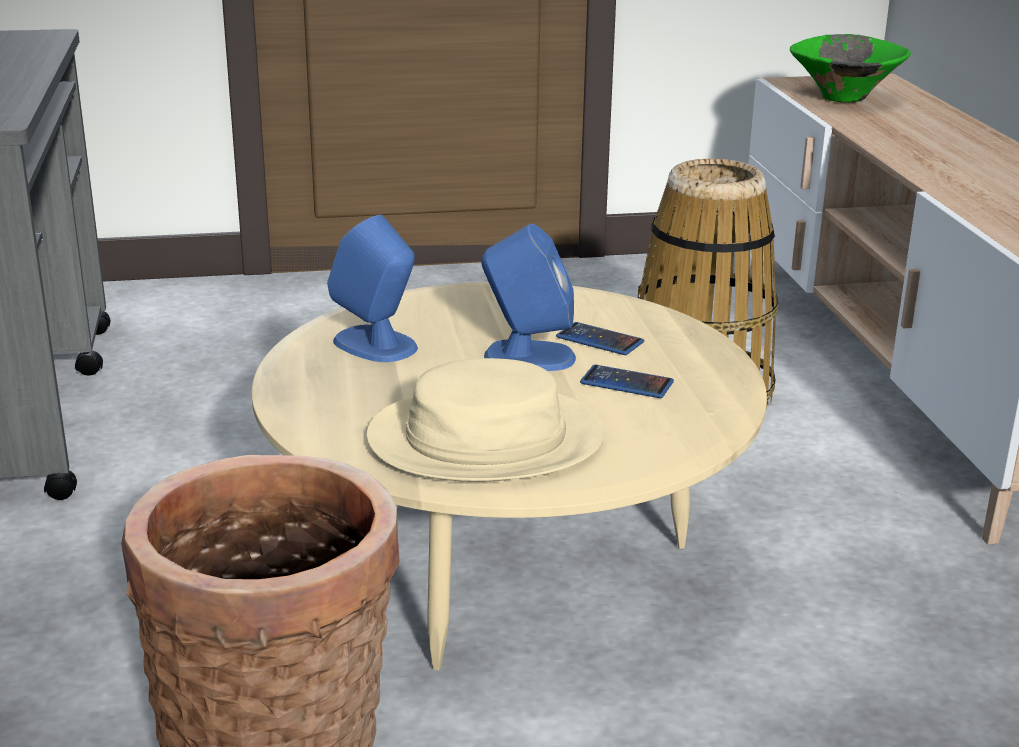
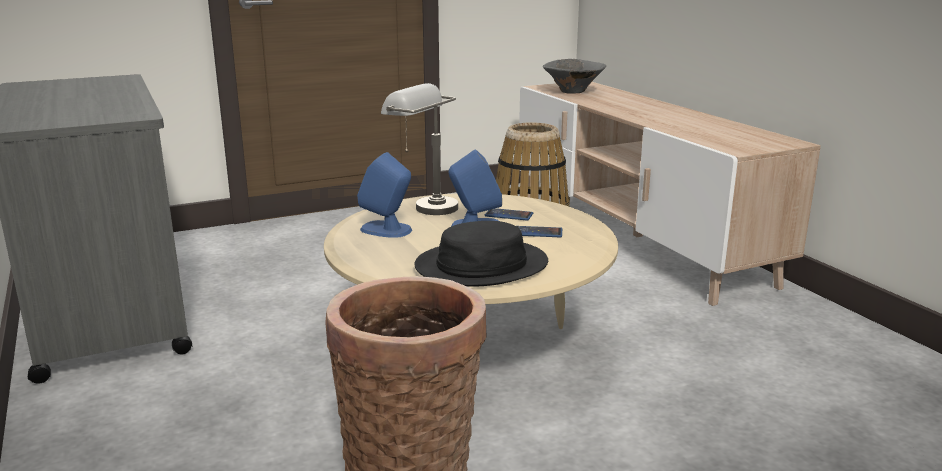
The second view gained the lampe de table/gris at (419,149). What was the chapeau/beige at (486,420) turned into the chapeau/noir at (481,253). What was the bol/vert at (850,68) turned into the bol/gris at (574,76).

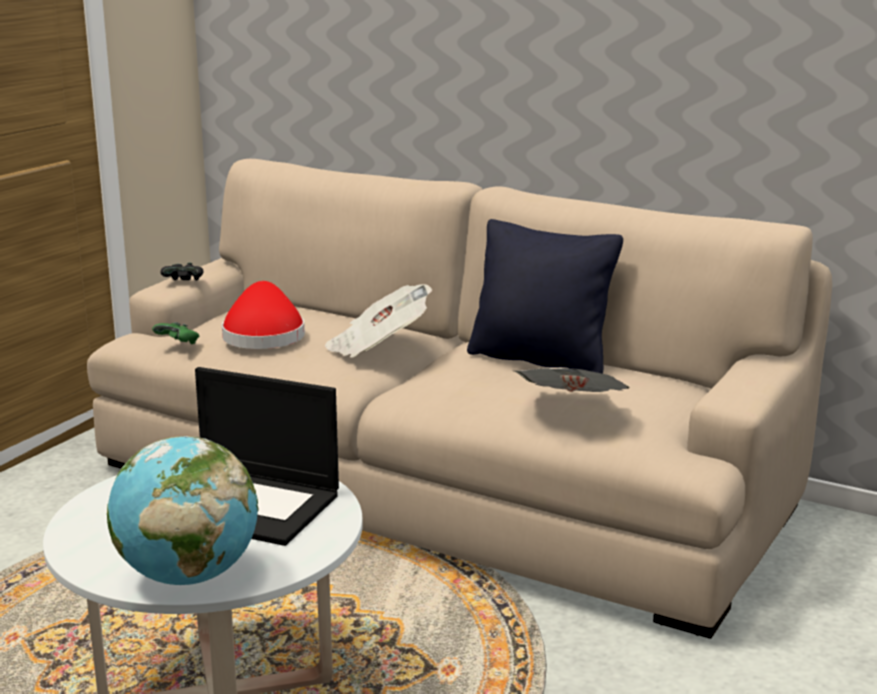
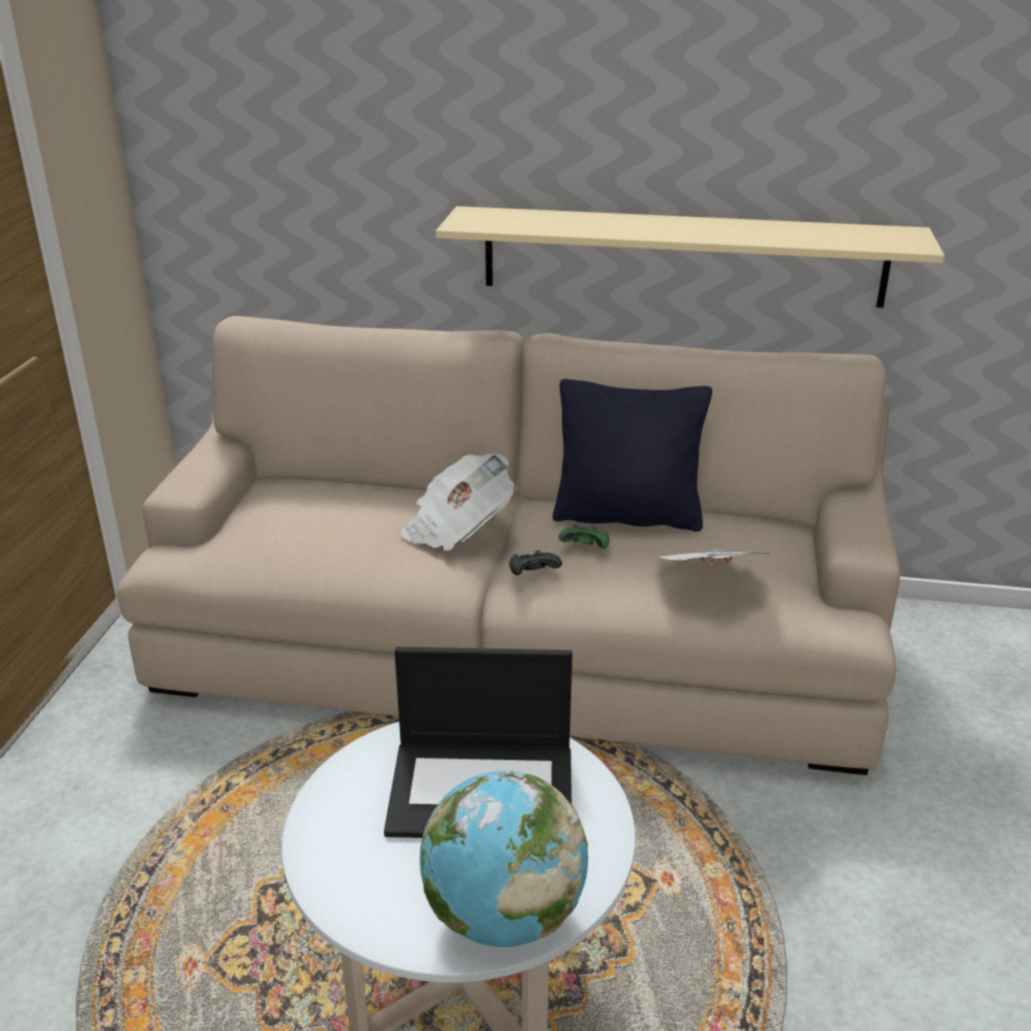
The second view lost the chapeau/rouge at (263,315). The second view gained the étagère/beige at (690,257). The manette/vert ended up elsewhere, having gone from (175,333) to (584,536). The manette/noir ended up elsewhere, having gone from (181,272) to (535,562).

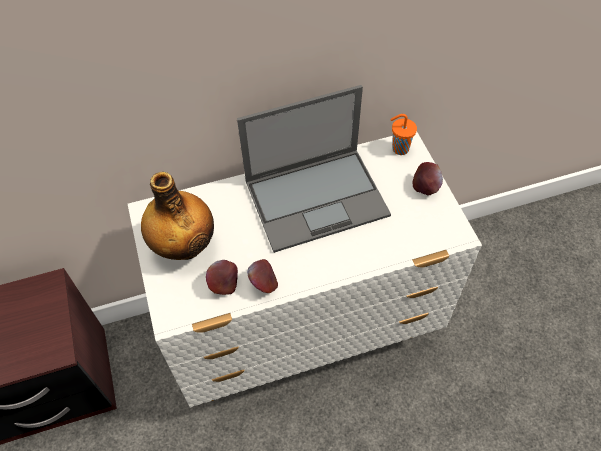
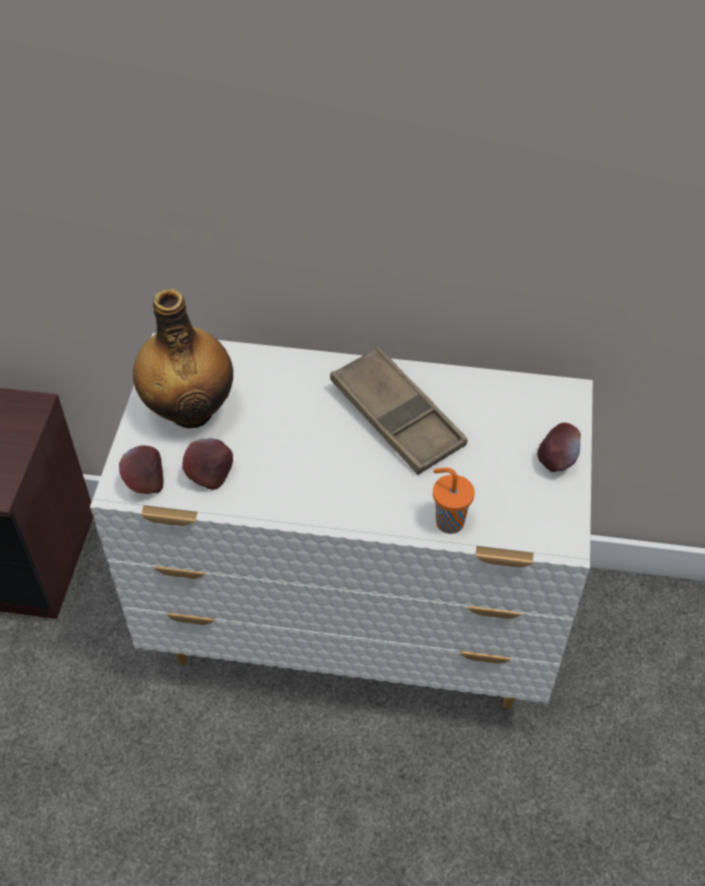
The pomme ended up elsewhere, having gone from (262,276) to (141,469). The tasse/orange ended up elsewhere, having gone from (403,134) to (454,500). Where the ordinateur portable stood at (314,169), the plateau/marron came to stand at (398,411).

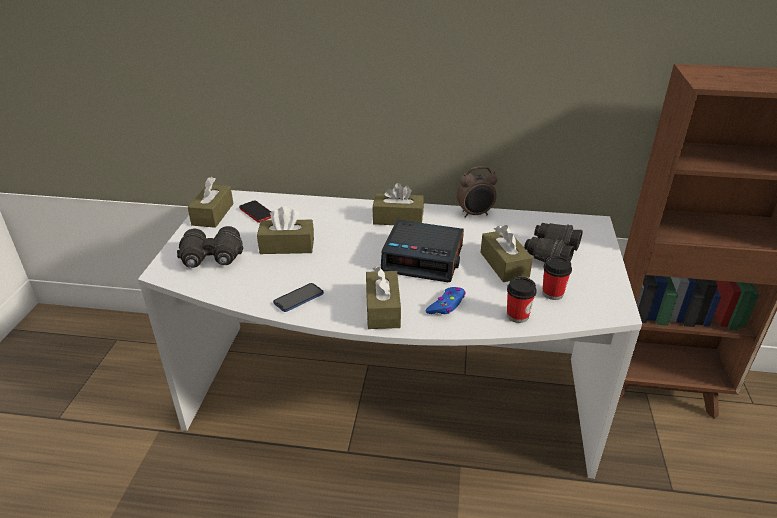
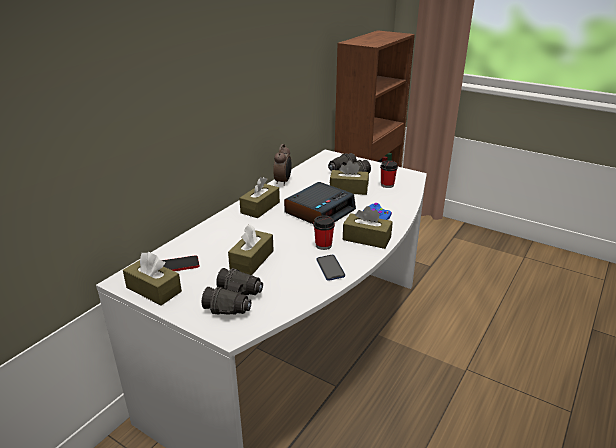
The tasse ended up elsewhere, having gone from (522,300) to (324,232).

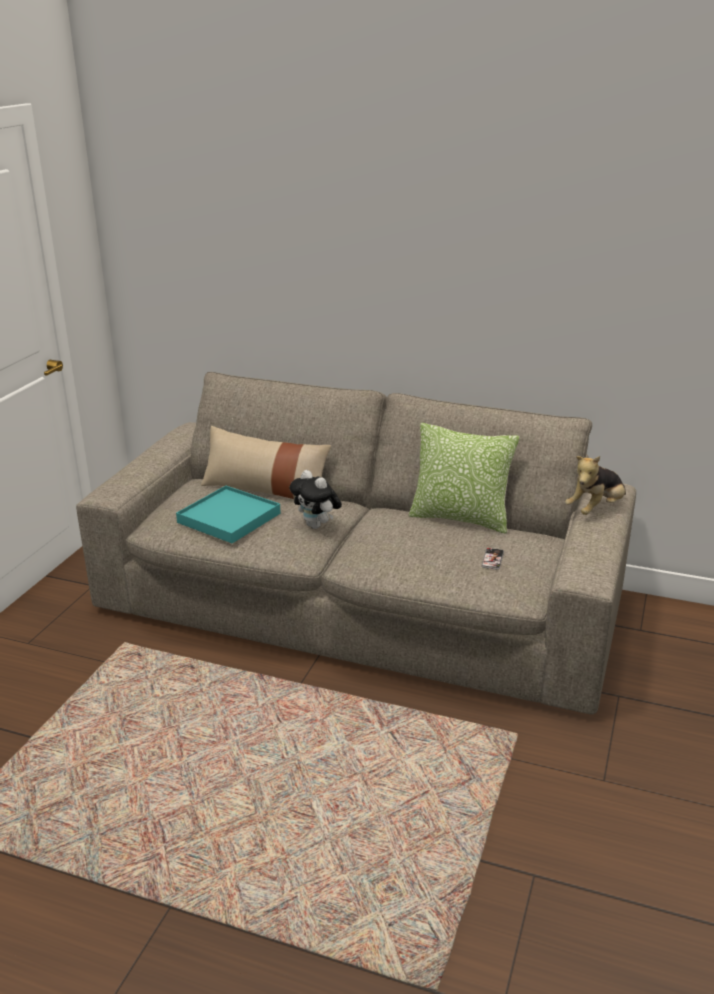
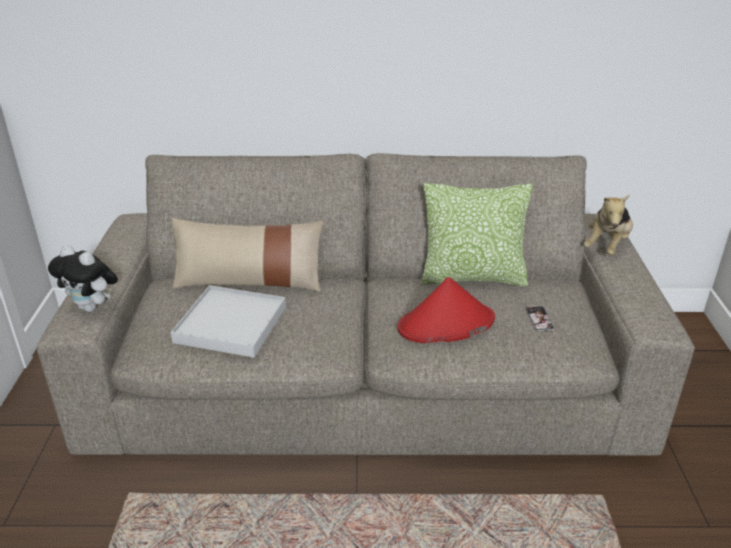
The second view gained the chapeau/rouge at (446,310). The peluche ended up elsewhere, having gone from (315,499) to (83,278). What was the plateau/turquoise at (228,514) turned into the plateau/blanc at (228,321).

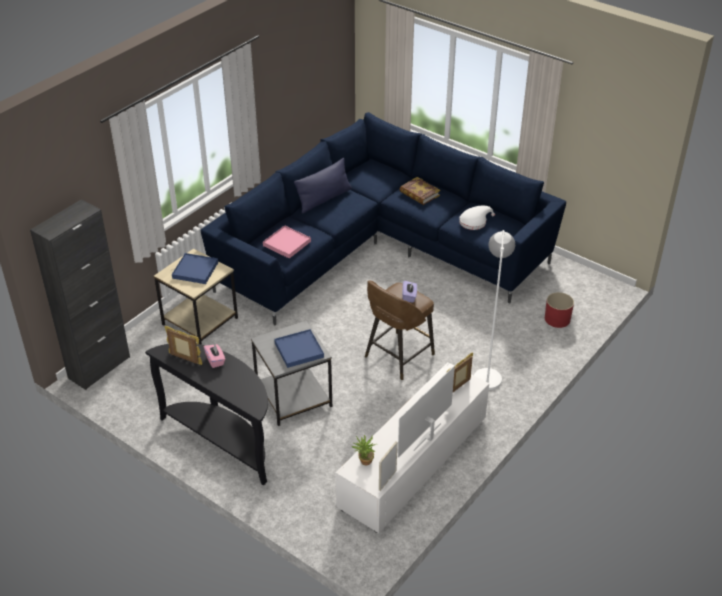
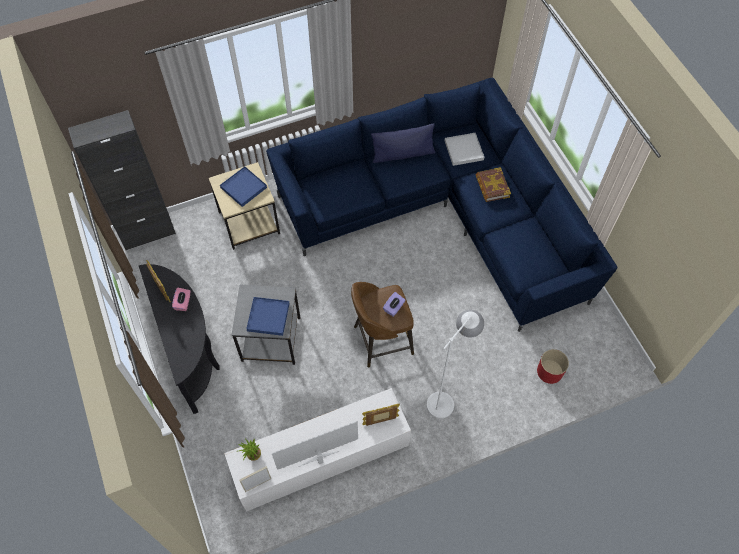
The second view lost the plateau/rose at (287,242). The second view lost the chapeau/blanc at (477,218). The second view gained the plateau/blanc at (464,149).

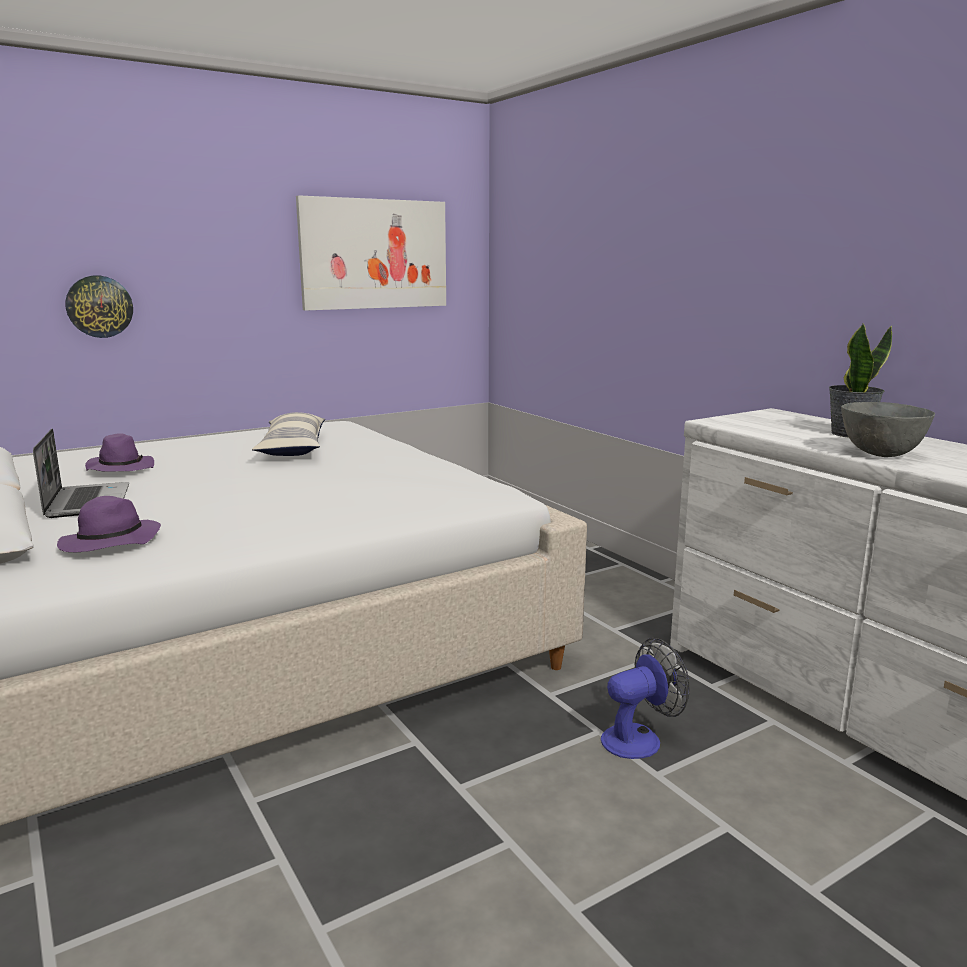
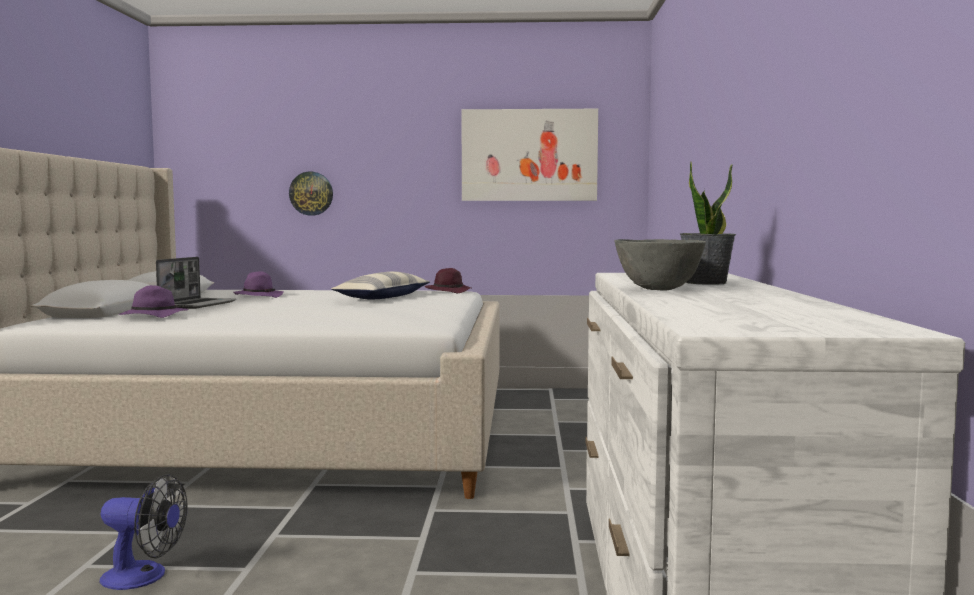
The second view gained the chapeau/violet at (448,280). The ventilateur ended up elsewhere, having gone from (645,698) to (144,532).

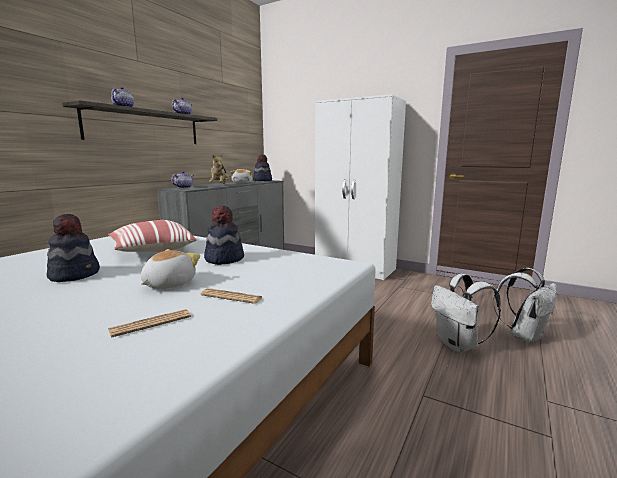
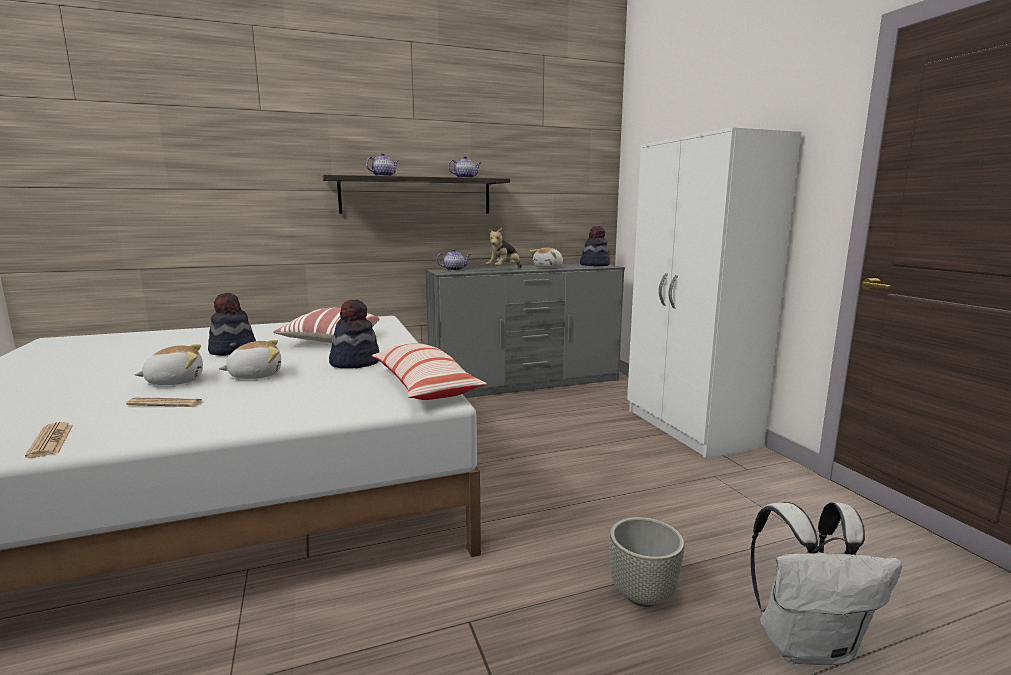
The second view gained the peluche at (168,364). The second view gained the coussin at (429,371). The journal ended up elsewhere, having gone from (231,296) to (49,440). Where the sac à dos/blanc stood at (466,313), the cache-pot/gris came to stand at (646,562).

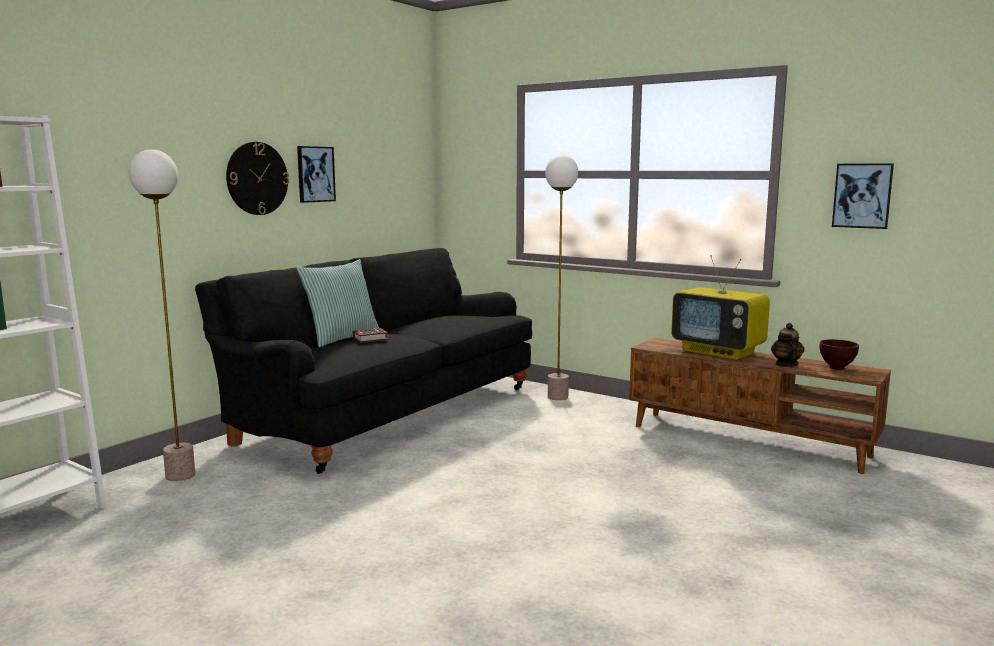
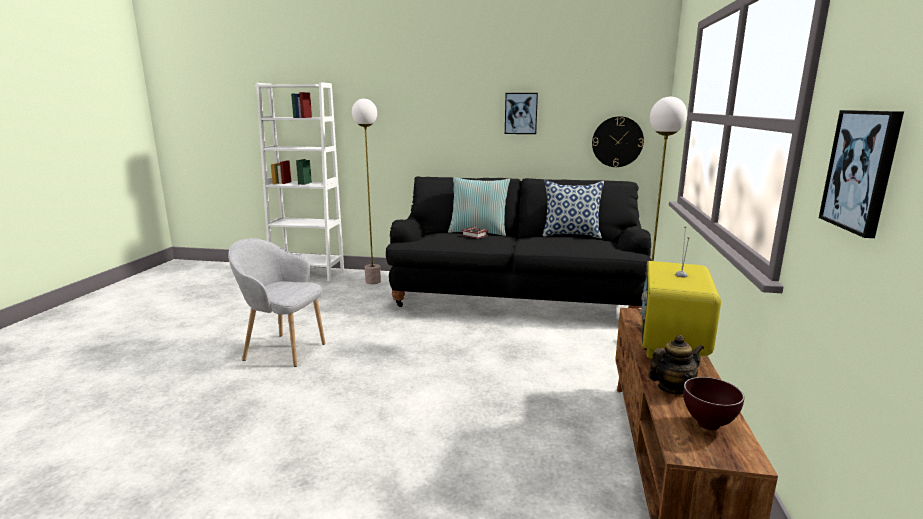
The second view gained the fauteuil/gris at (277,302). The second view gained the coussin at (573,209). The horloge murale ended up elsewhere, having gone from (257,178) to (618,141).

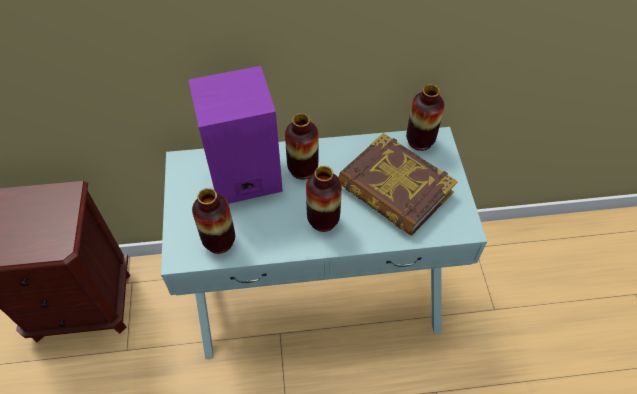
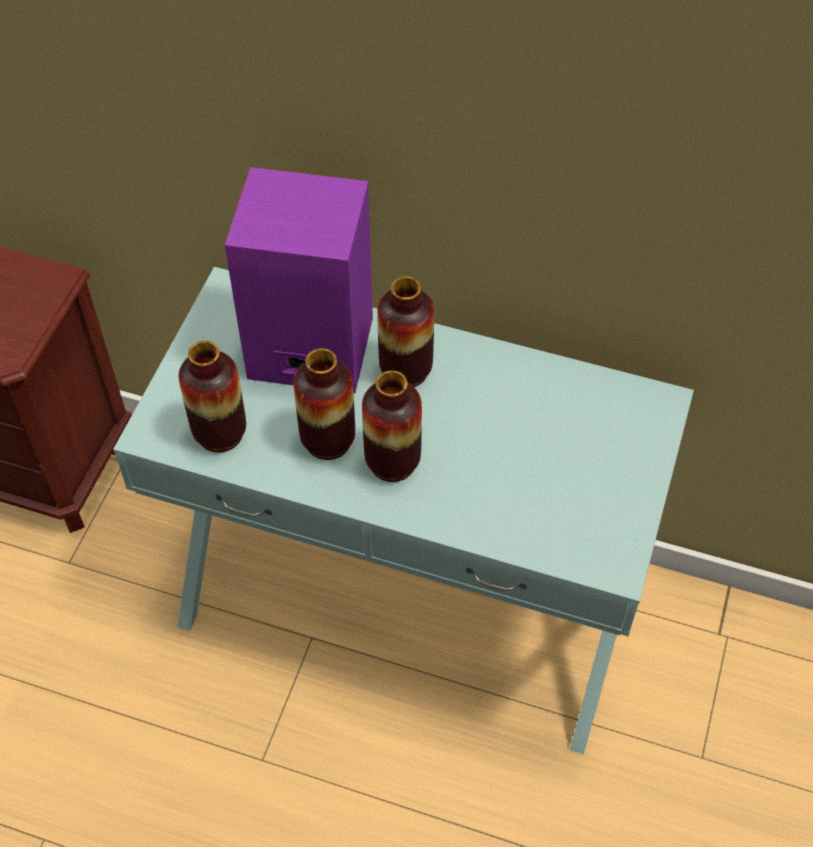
The second view lost the livre at (398,184). The vase ended up elsewhere, having gone from (425,117) to (324,404).

